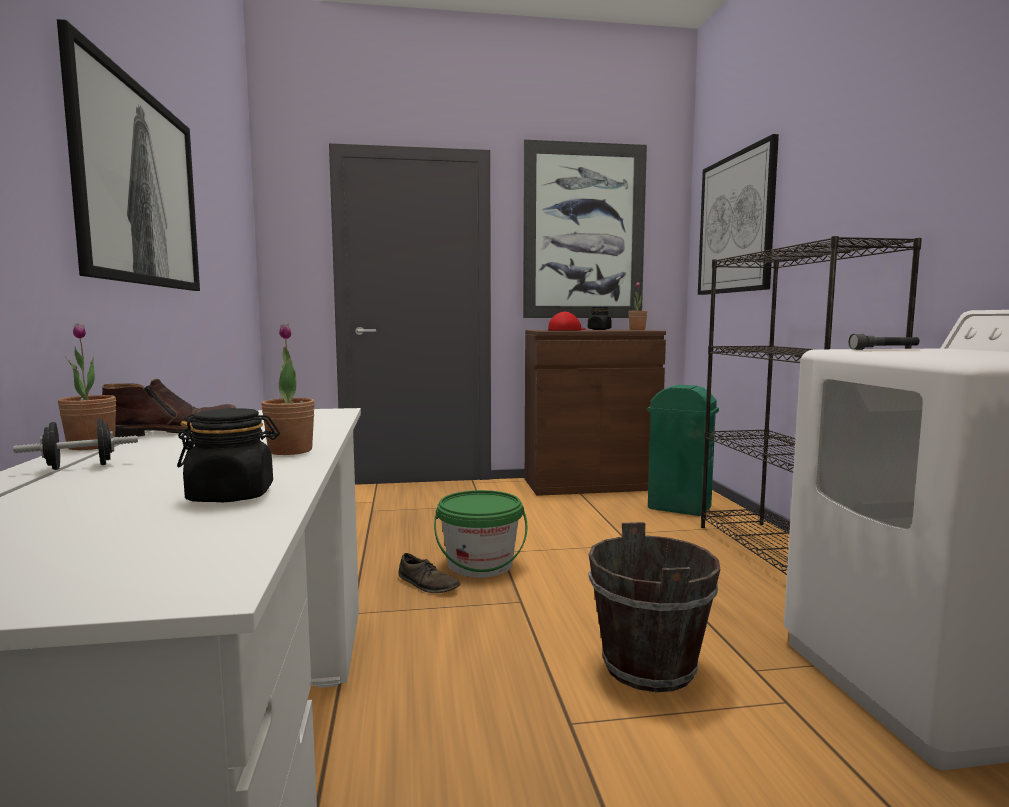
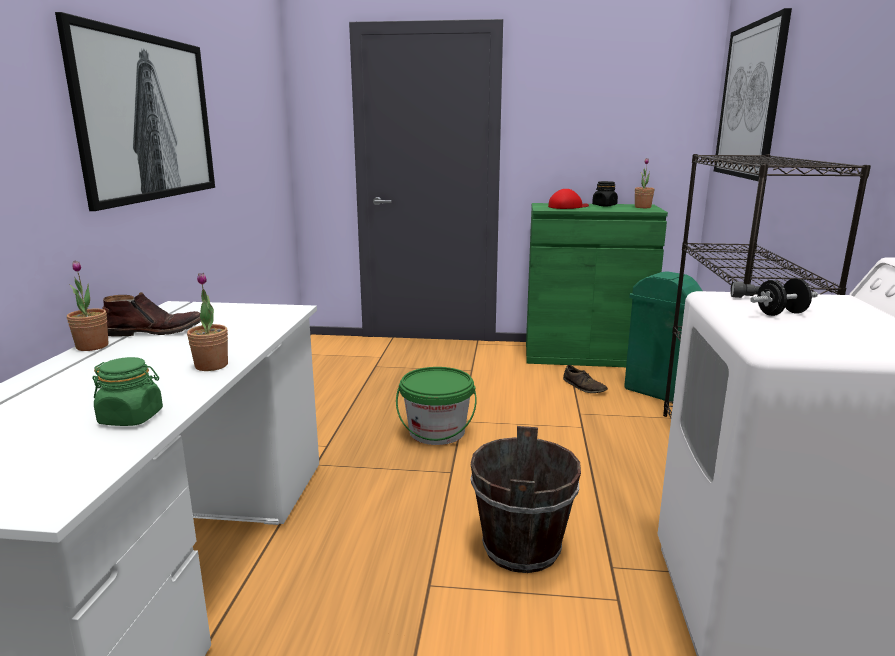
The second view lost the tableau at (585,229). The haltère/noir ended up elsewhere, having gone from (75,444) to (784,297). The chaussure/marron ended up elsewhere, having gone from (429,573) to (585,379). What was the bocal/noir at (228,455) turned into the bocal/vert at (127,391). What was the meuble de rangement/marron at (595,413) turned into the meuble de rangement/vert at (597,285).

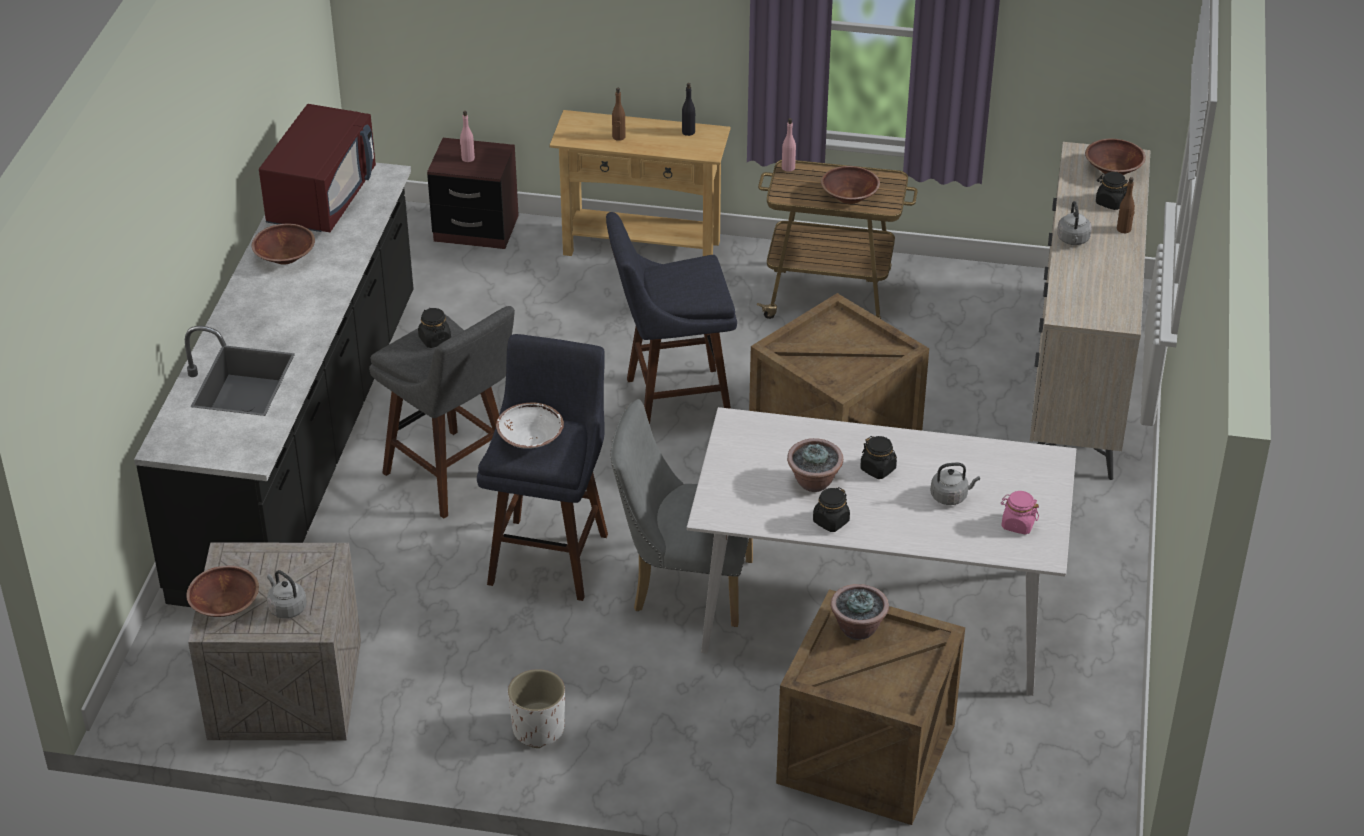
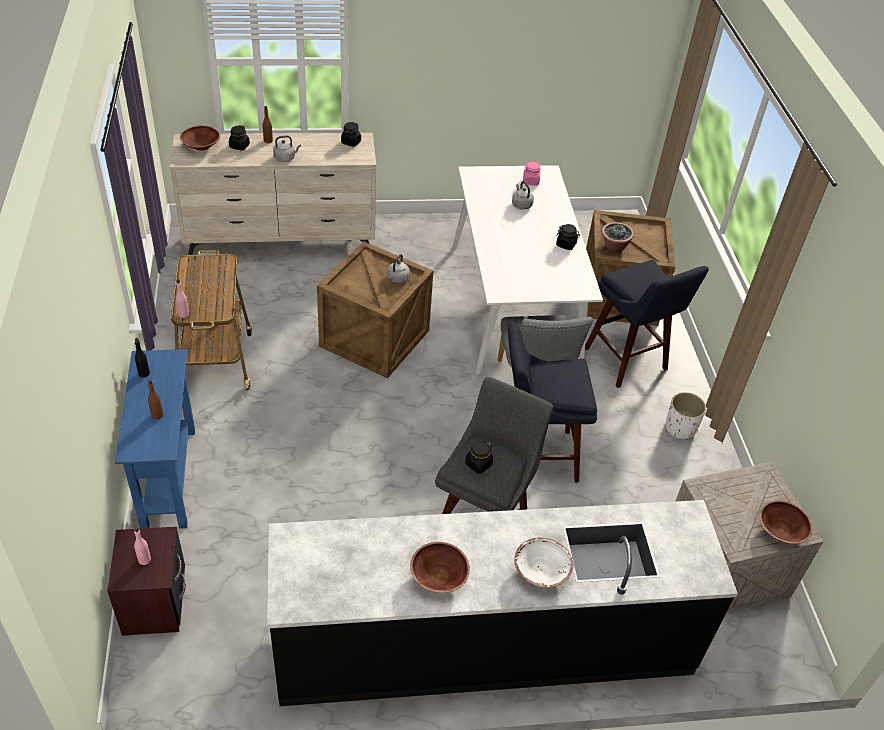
The second view lost the micro-ondes/rouge at (317,168). The second view lost the plante en pot at (815,465). The second view lost the bol/marron at (850,185). The bouilloire/gris ended up elsewhere, having gone from (287,594) to (398,268). The bol/blanc ended up elsewhere, having gone from (530,426) to (543,563). The tabouret/bleu ended up elsewhere, having gone from (671,318) to (647,324). The bocal/noir ended up elsewhere, having gone from (878,457) to (351,134). What was the table console/beige at (639,183) turned into the table console/bleu at (155,439).

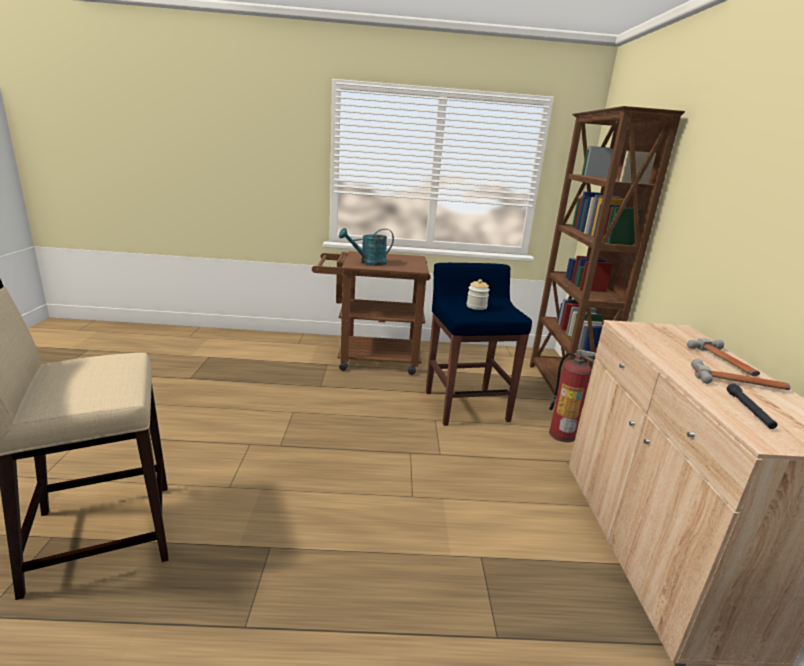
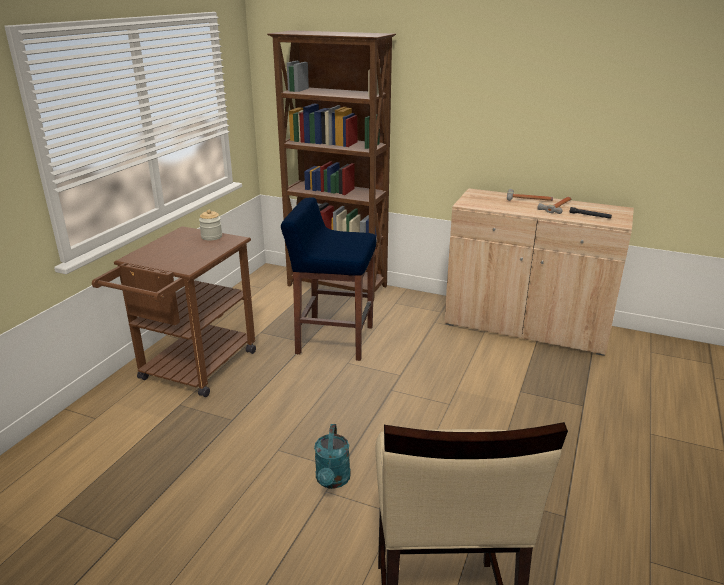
The second view lost the extincteur at (572,395). The arrosoir/turquoise ended up elsewhere, having gone from (366,247) to (332,456). The bocal ended up elsewhere, having gone from (478,294) to (210,225).

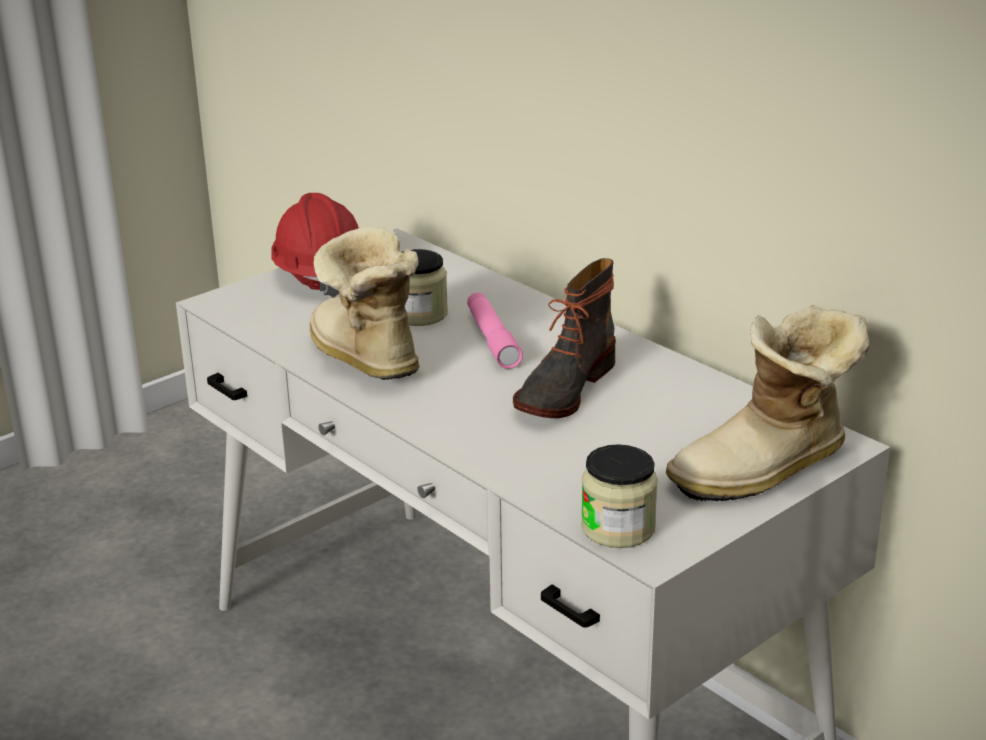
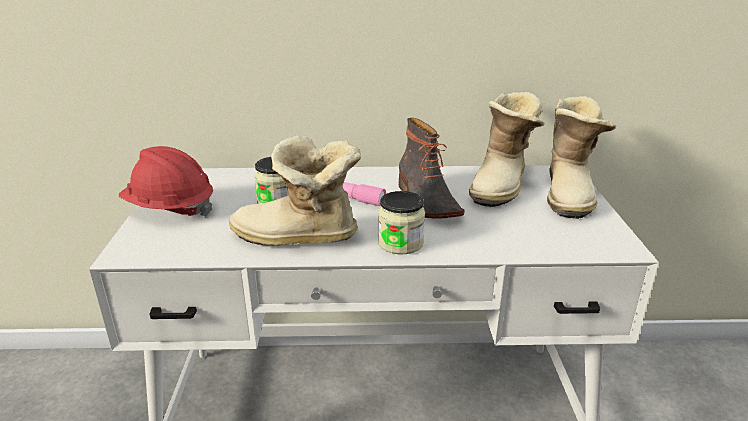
The second view gained the botte at (507,149). The bocal ended up elsewhere, having gone from (619,496) to (401,222).

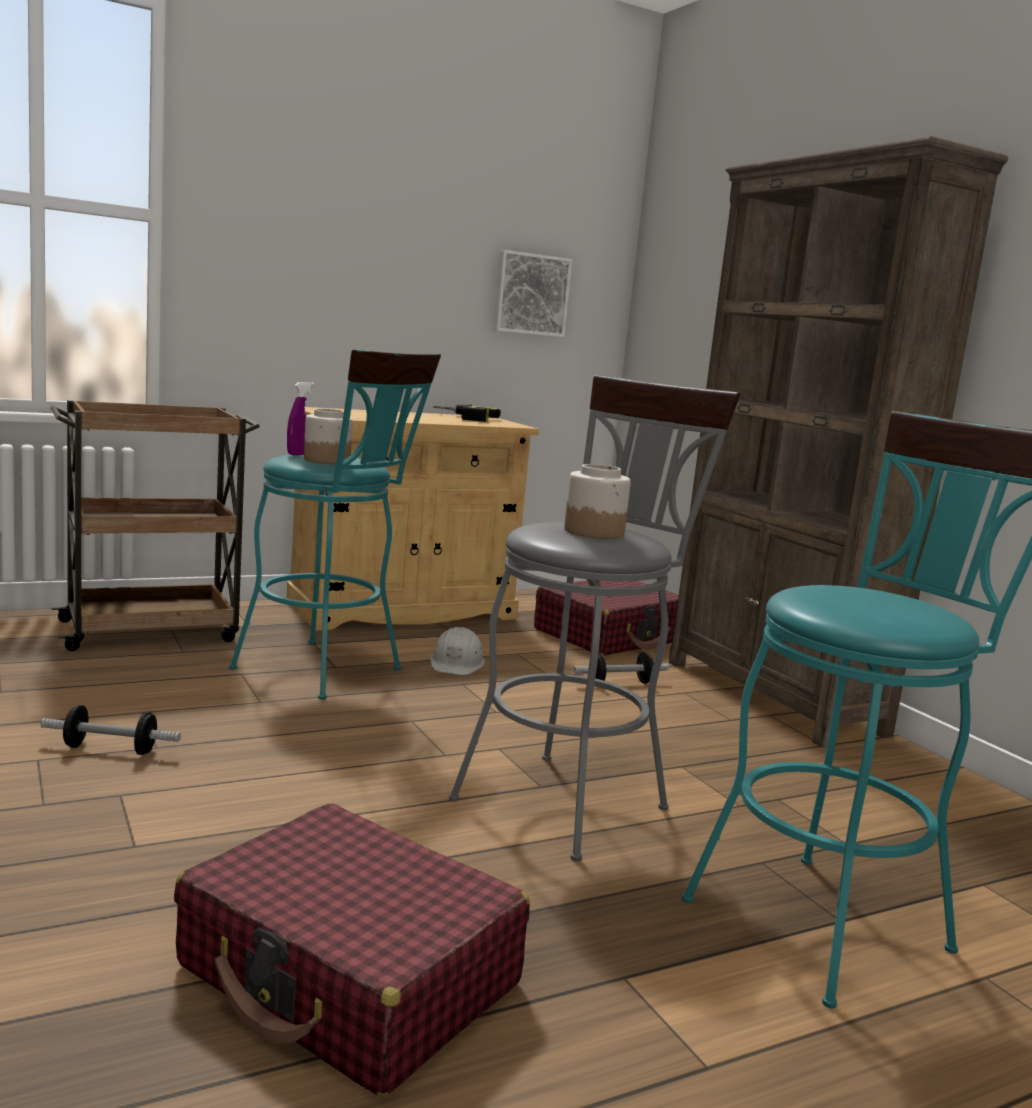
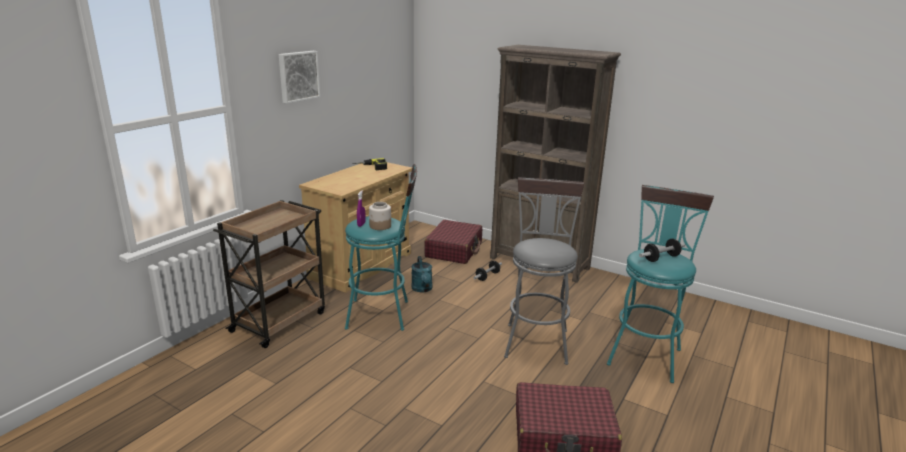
The second view lost the bocal at (597,501). The haltère ended up elsewhere, having gone from (111,730) to (662,250). The tableau ended up elsewhere, having gone from (532,293) to (299,77). Where the casque de chantier/blanc stood at (458,651), the arrosoir/turquoise came to stand at (421,274).

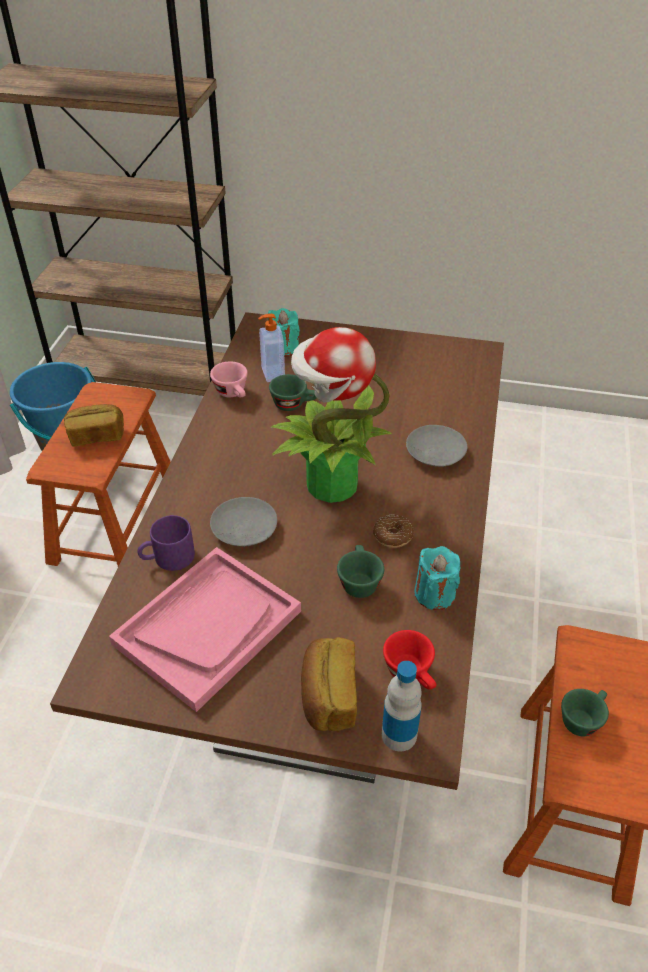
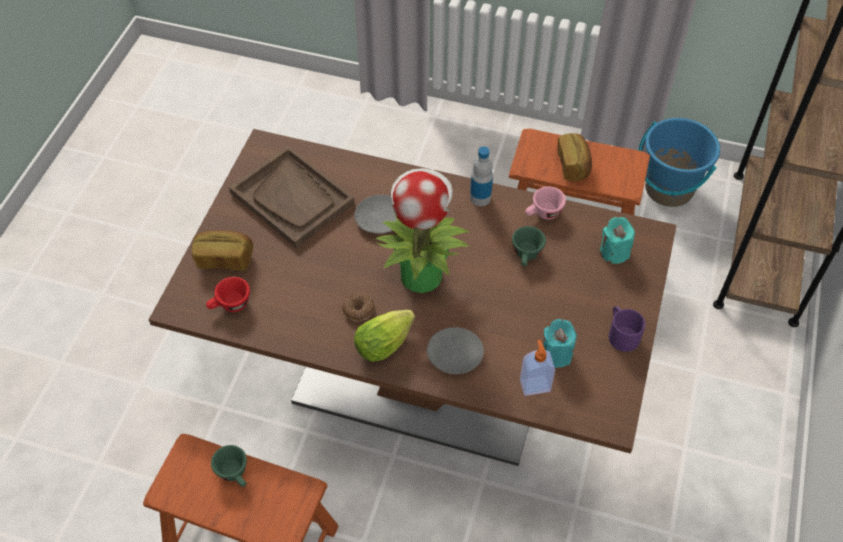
The second view lost the tasse/vert at (360,571). The second view gained the laitue at (384,336). The mug/violet ended up elsewhere, having gone from (166,543) to (627,329). The distributeur de savon ended up elsewhere, having gone from (271,348) to (537,368). The bouteille ended up elsewhere, having gone from (402,706) to (481,176). The bougie/turquoise ended up elsewhere, having gone from (437,578) to (560,343). What was the plateau/rose at (205,629) turned into the plateau/marron at (292,197).

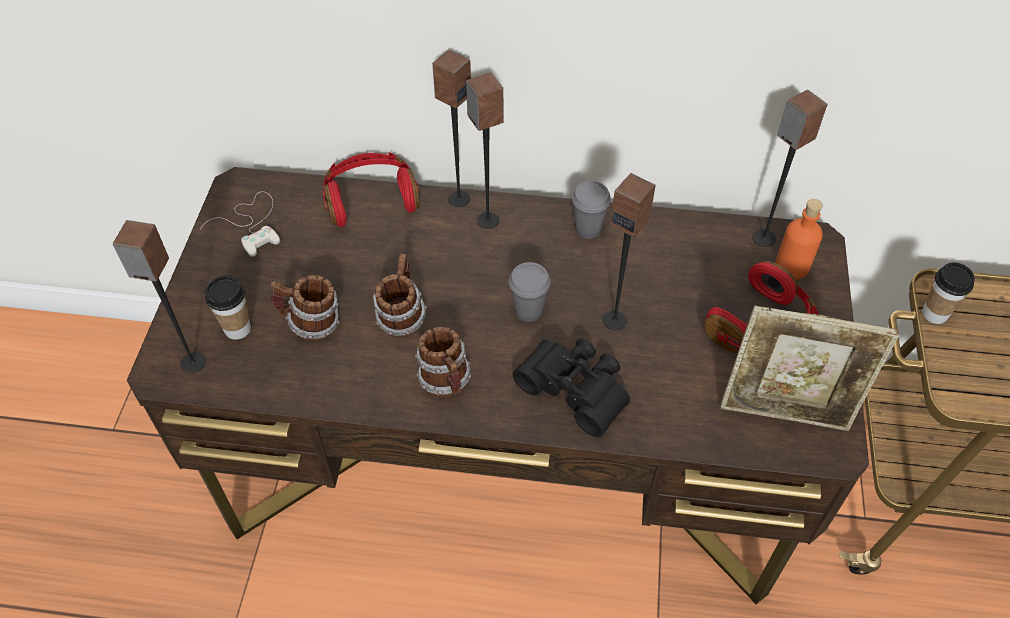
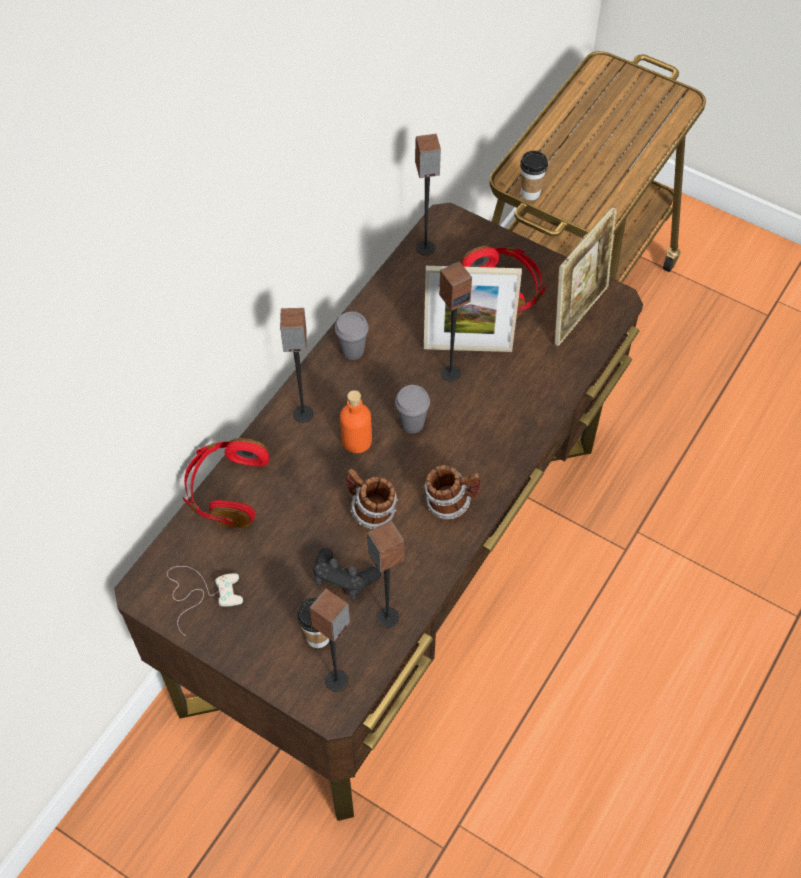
The second view lost the jumelles/noir at (571,387). The second view gained the cadre photo at (473,309). The enceinte ended up elsewhere, having gone from (451,128) to (385,574). The bouteille/orange ended up elsewhere, having gone from (799,239) to (356,421). Where the mug stood at (305,308), the manette/noir came to stand at (347,574).

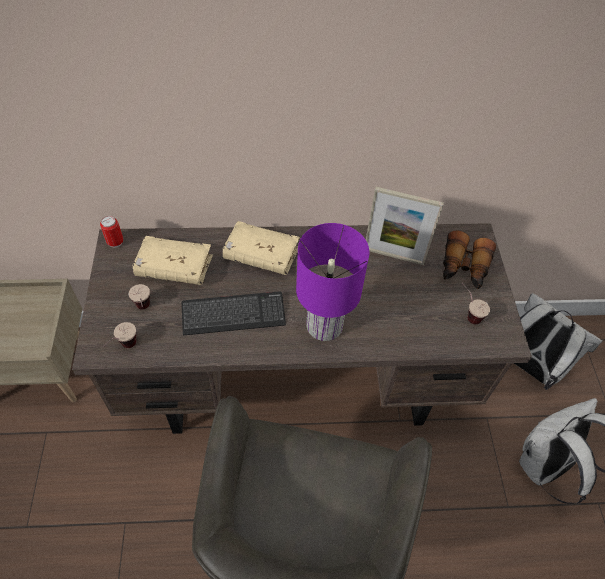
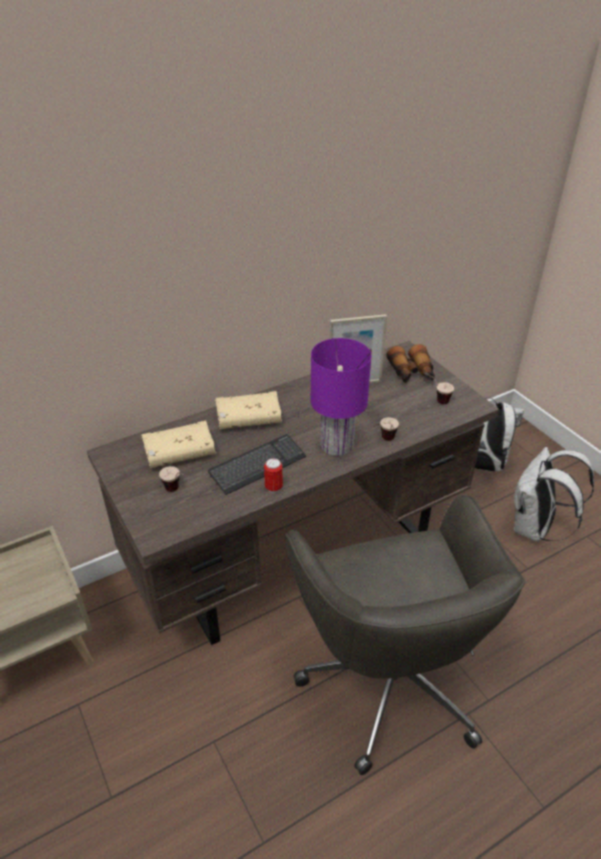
The boîte métallique ended up elsewhere, having gone from (112,232) to (273,475). The tasse ended up elsewhere, having gone from (119,335) to (389,429).

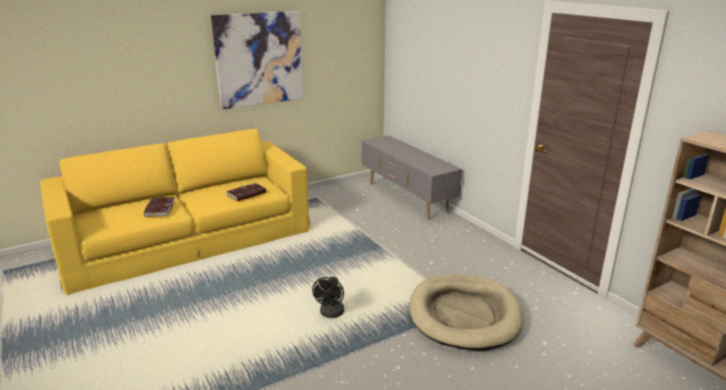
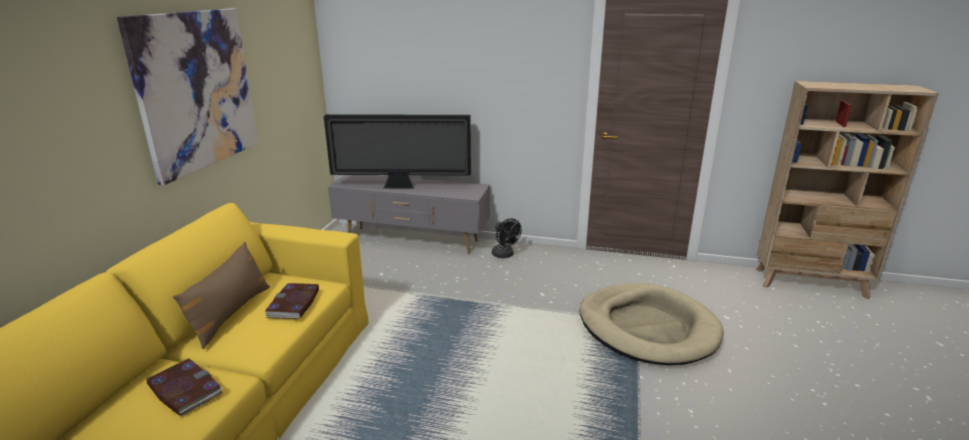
The second view gained the coussin/marron at (221,295). The second view gained the téléviseur at (397,151). The ventilateur/noir ended up elsewhere, having gone from (328,297) to (507,238).

